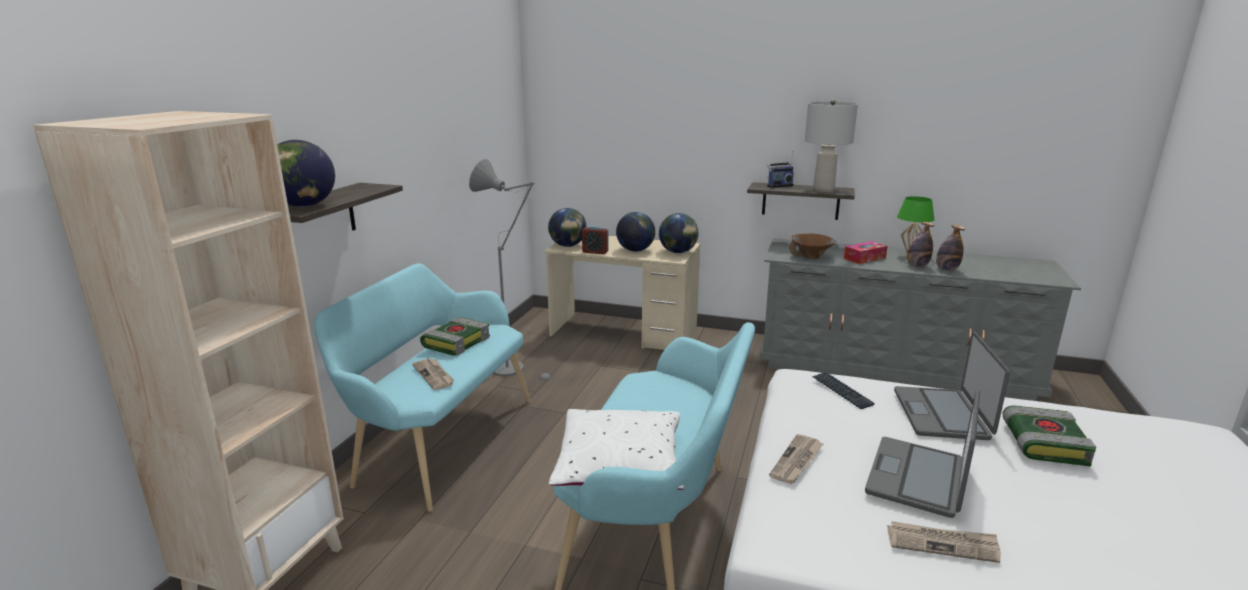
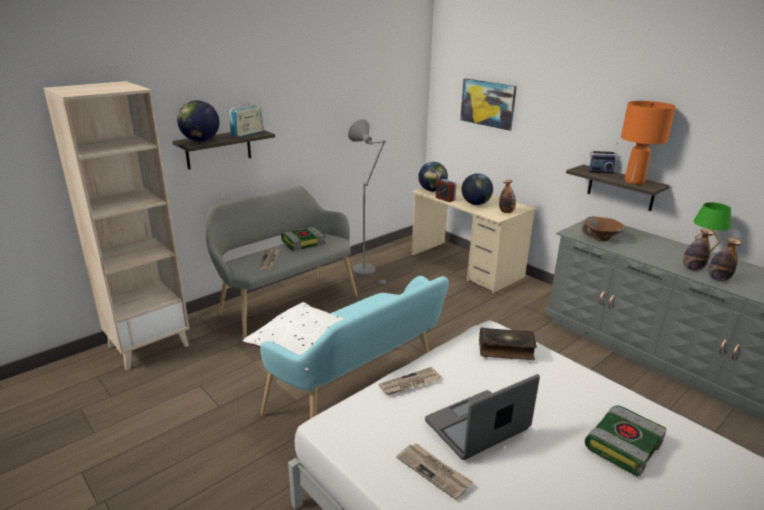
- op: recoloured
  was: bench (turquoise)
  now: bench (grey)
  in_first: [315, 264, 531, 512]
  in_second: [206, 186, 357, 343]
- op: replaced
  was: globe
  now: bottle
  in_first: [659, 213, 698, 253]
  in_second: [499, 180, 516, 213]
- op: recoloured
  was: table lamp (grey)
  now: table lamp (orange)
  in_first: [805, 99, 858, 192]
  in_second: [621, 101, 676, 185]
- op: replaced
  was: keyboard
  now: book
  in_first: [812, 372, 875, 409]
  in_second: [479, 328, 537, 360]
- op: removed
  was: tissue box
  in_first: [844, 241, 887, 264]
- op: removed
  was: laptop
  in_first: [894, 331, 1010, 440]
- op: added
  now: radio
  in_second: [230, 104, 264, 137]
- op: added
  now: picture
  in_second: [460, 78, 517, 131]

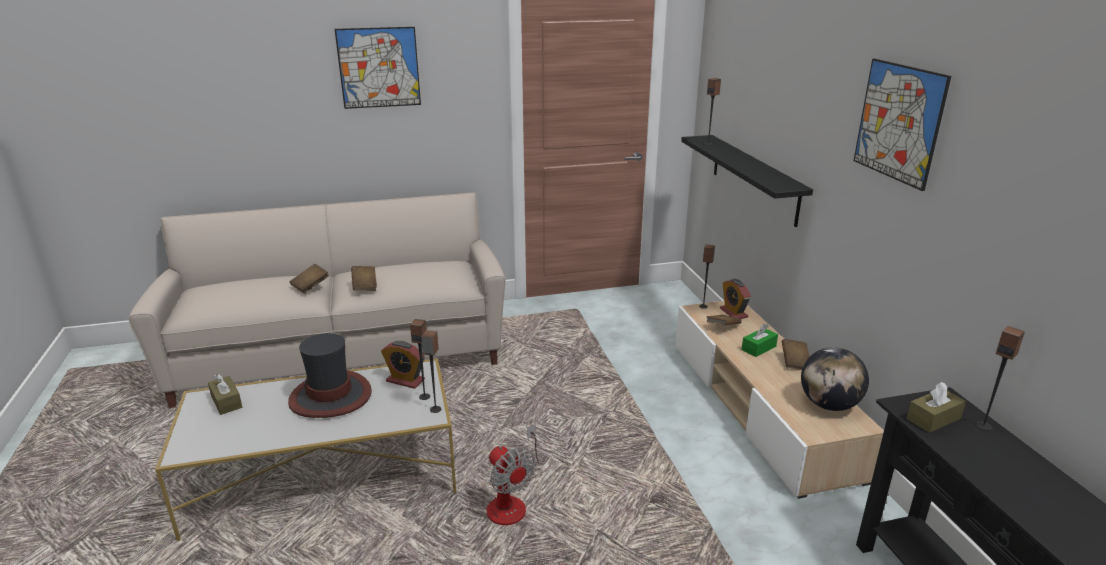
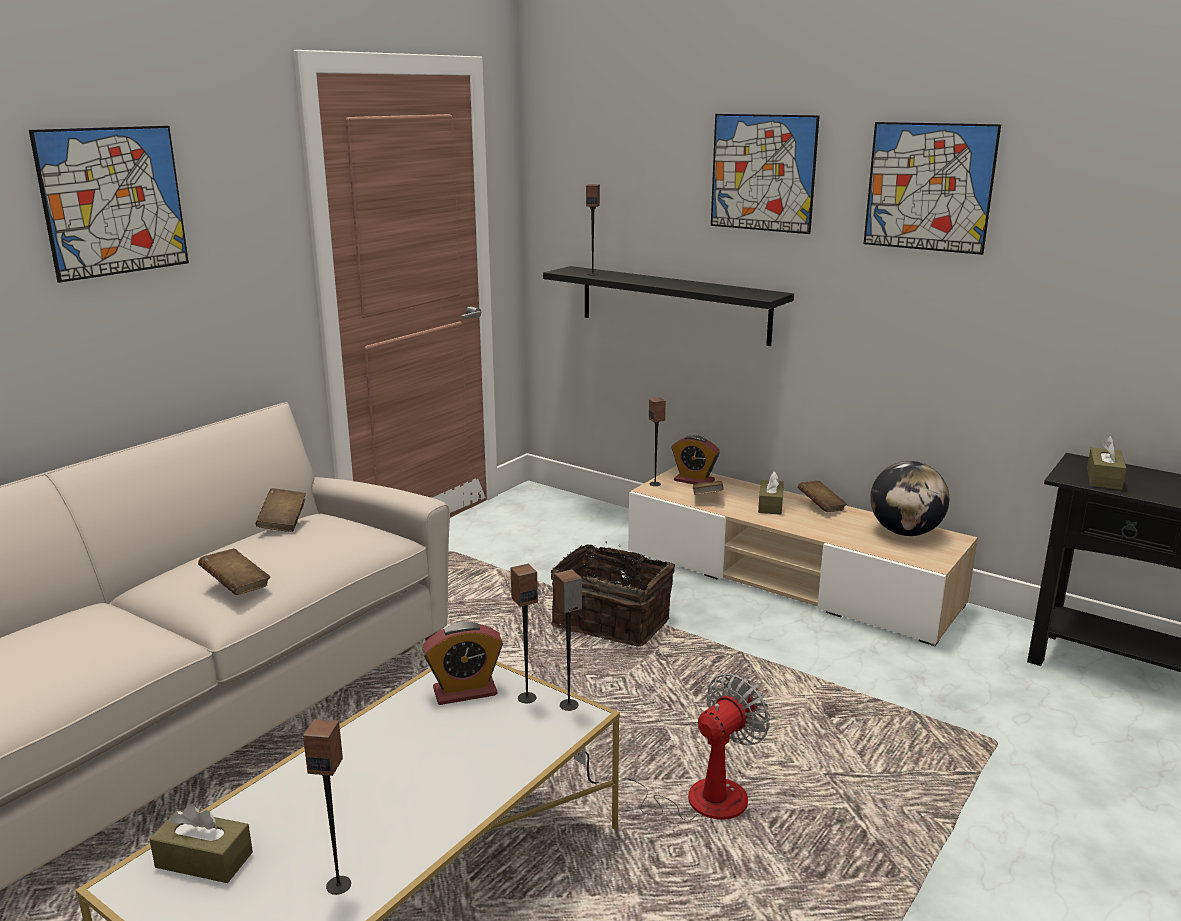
- op: removed
  was: hat
  in_first: [288, 333, 372, 418]
- op: moved
  was: book (brown)
  in_first: [290, 264, 329, 294]
  in_second: [256, 488, 306, 532]
- op: turned
  was: fan
  in_first: [487, 424, 539, 525]
  in_second: [574, 673, 770, 821]
  clockwise: -60
- op: recoloured
  was: tissue box (green)
  now: tissue box (brown)
  in_first: [742, 324, 778, 357]
  in_second: [758, 472, 784, 515]
- op: moved
  was: speaker
  in_first: [976, 326, 1025, 431]
  in_second: [303, 719, 351, 895]
- op: added
  now: basket
  in_second: [551, 541, 675, 646]
- op: added
  now: picture
  in_second: [711, 114, 820, 234]

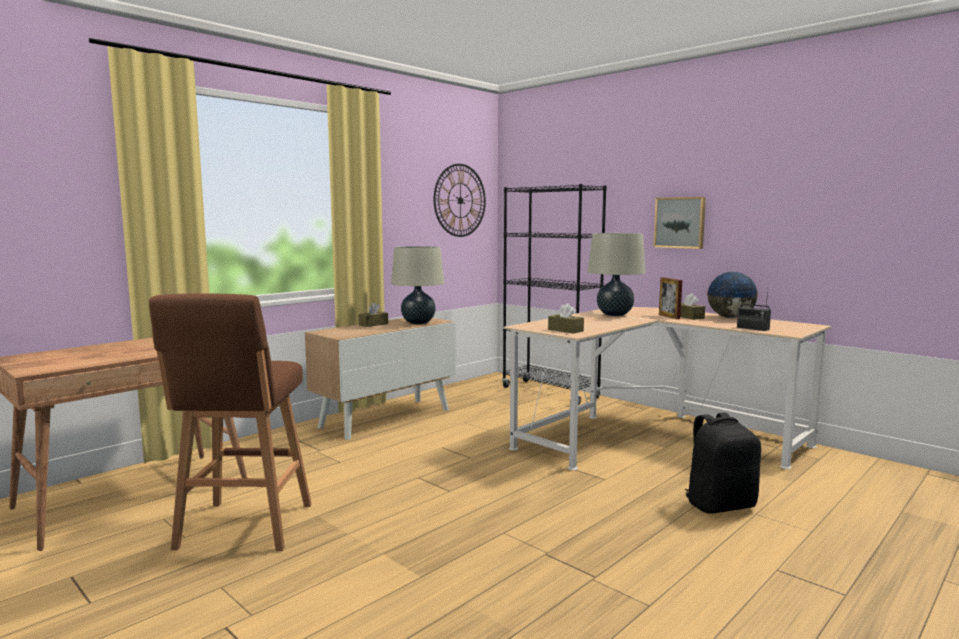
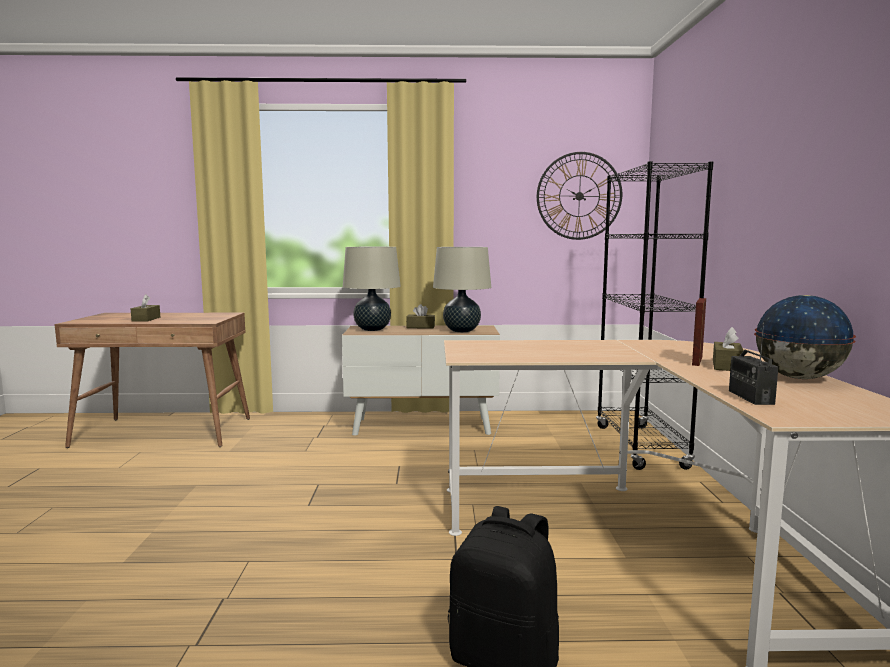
- op: removed
  was: stool (brown)
  in_first: [149, 294, 312, 551]
- op: moved
  was: tissue box (brown)
  in_first: [548, 303, 584, 333]
  in_second: [131, 294, 160, 322]
- op: moved
  was: table lamp (beige)
  in_first: [588, 233, 645, 316]
  in_second: [343, 247, 401, 331]
- op: removed
  was: picture
  in_first: [654, 197, 706, 249]

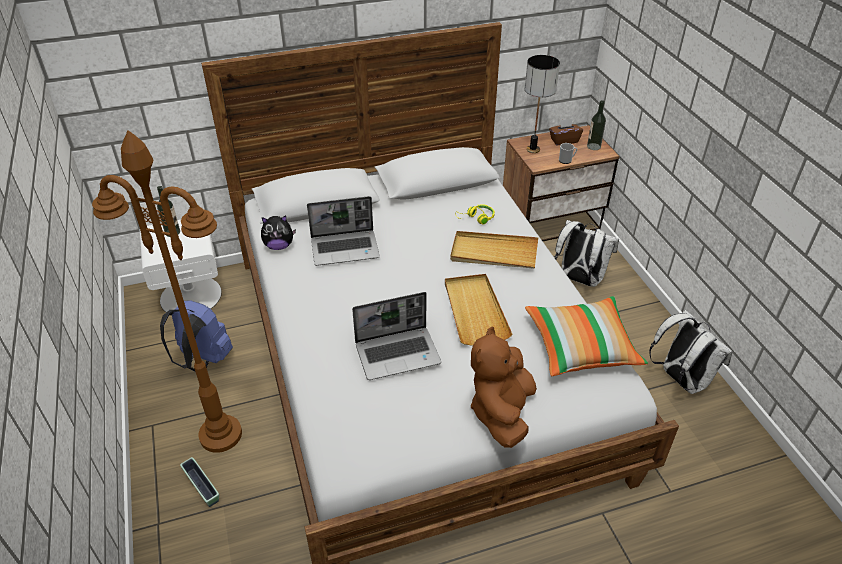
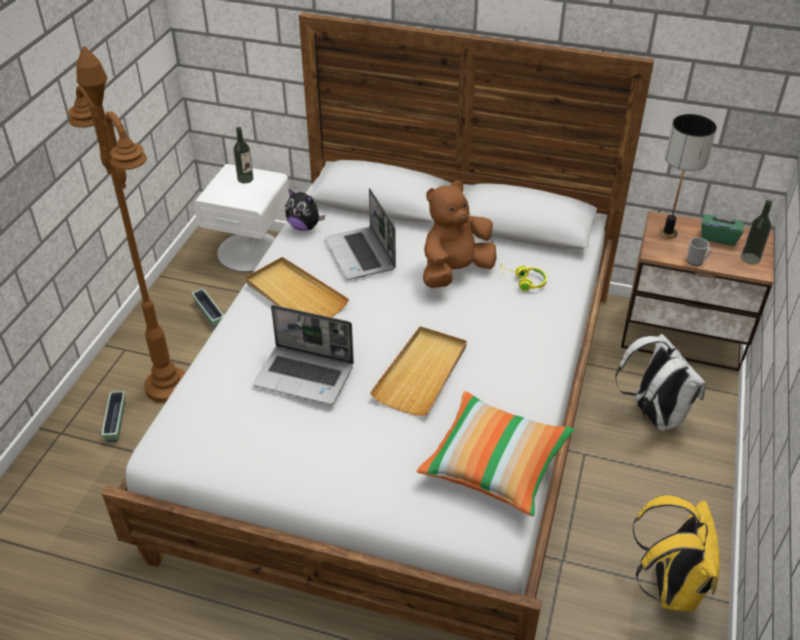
- op: replaced
  was: backpack (blue)
  now: planter
  in_first: [160, 300, 233, 371]
  in_second: [192, 289, 224, 328]
- op: turned
  was: laptop
  in_first: [307, 196, 380, 266]
  in_second: [325, 188, 396, 280]
  clockwise: 45
- op: moved
  was: tray (beige)
  in_first: [450, 231, 539, 269]
  in_second: [245, 257, 349, 317]
- op: moved
  was: plush toy (brown)
  in_first: [471, 326, 537, 448]
  in_second: [423, 181, 497, 288]
- op: recoloured
  was: tissue box (brown)
  now: tissue box (green)
  in_first: [549, 119, 583, 145]
  in_second: [701, 208, 744, 246]
- op: recoloured
  was: backpack (white)
  now: backpack (yellow)
  in_first: [649, 310, 733, 394]
  in_second: [633, 495, 720, 611]

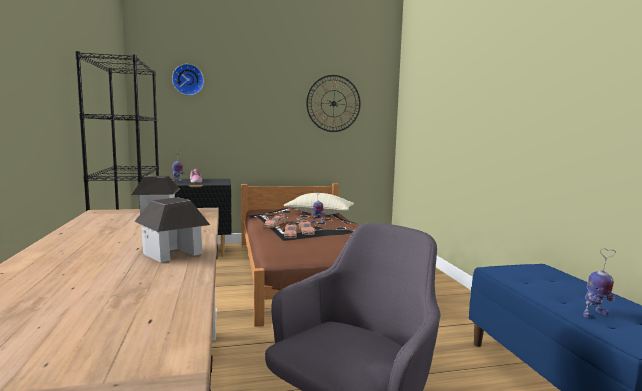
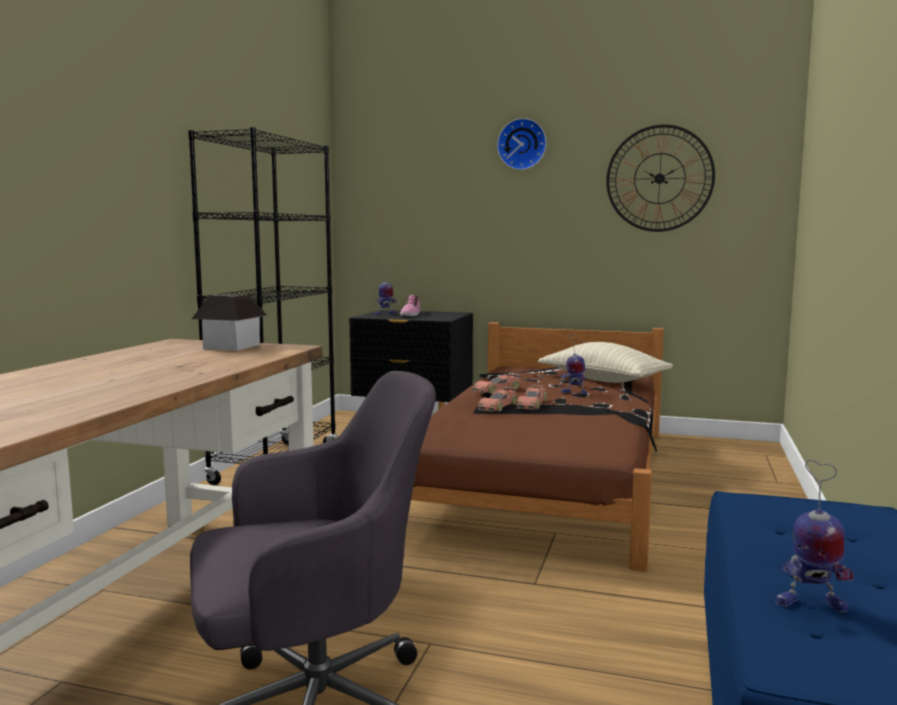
- op: removed
  was: toy house
  in_first: [134, 197, 210, 262]
- op: moved
  was: wall clock
  in_first: [172, 64, 204, 95]
  in_second: [497, 118, 547, 170]

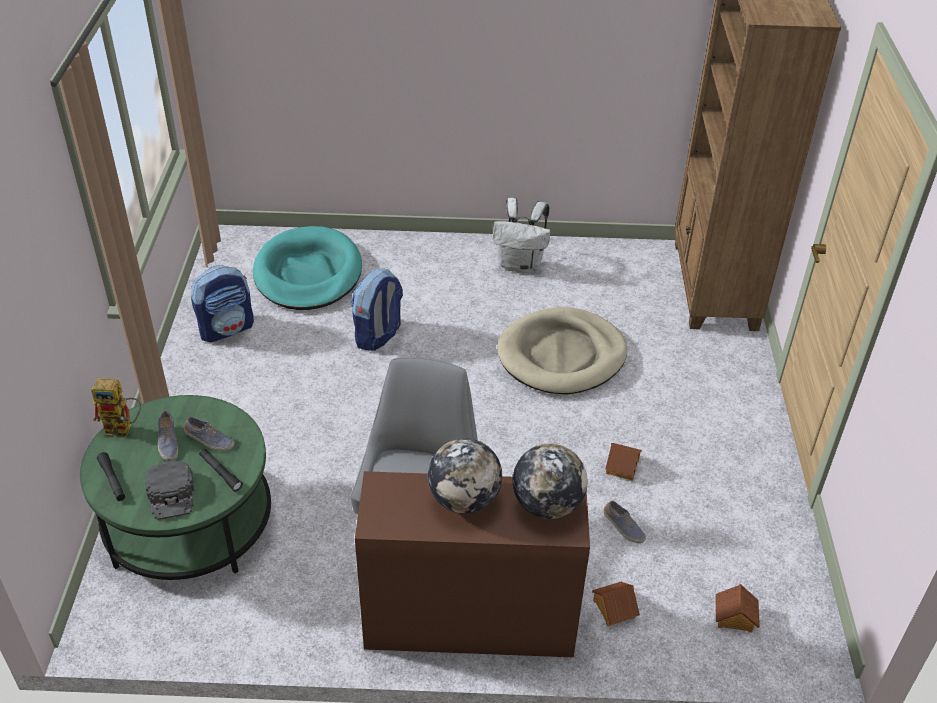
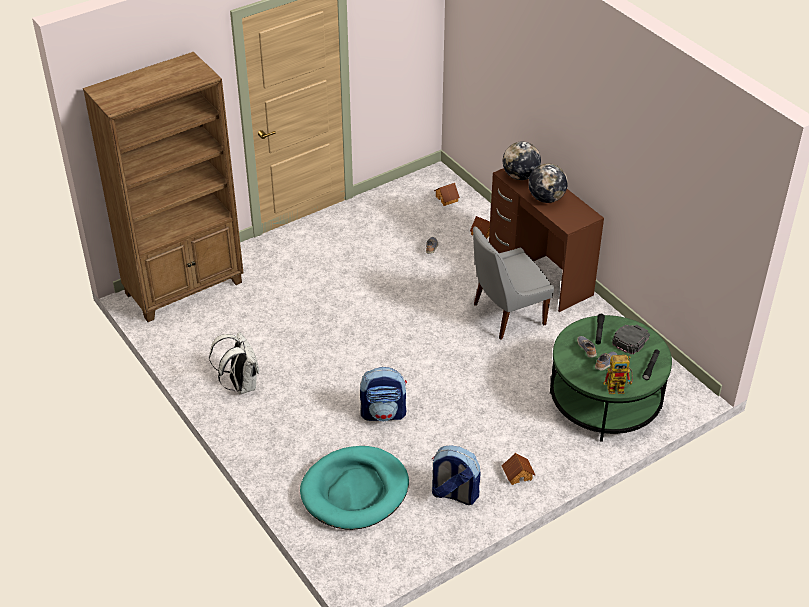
- op: turned
  was: toy robot
  in_first: [91, 379, 141, 437]
  in_second: [603, 355, 633, 394]
  clockwise: 120
- op: removed
  was: dog bed (beige)
  in_first: [497, 307, 628, 394]
- op: moved
  was: toy house
  in_first: [606, 443, 642, 481]
  in_second: [501, 453, 535, 485]

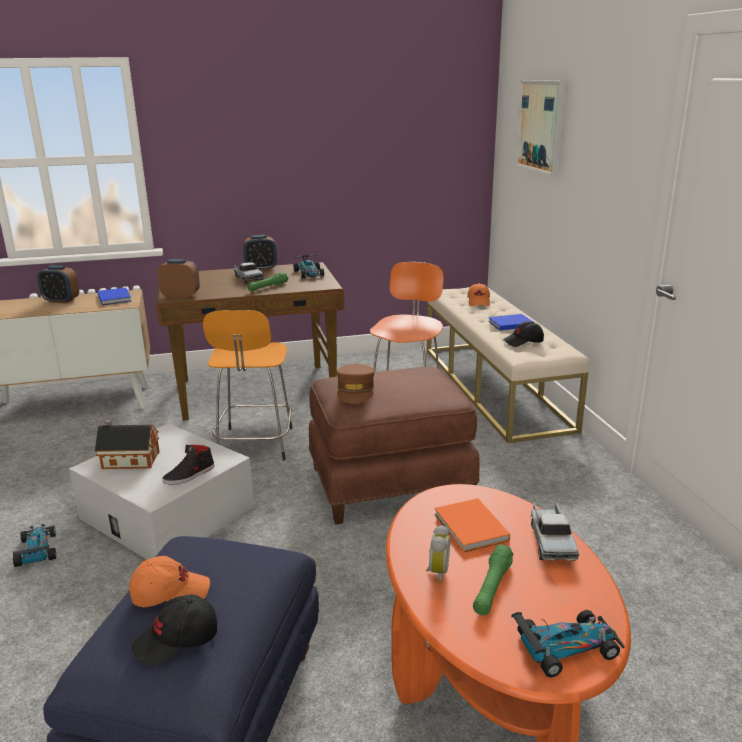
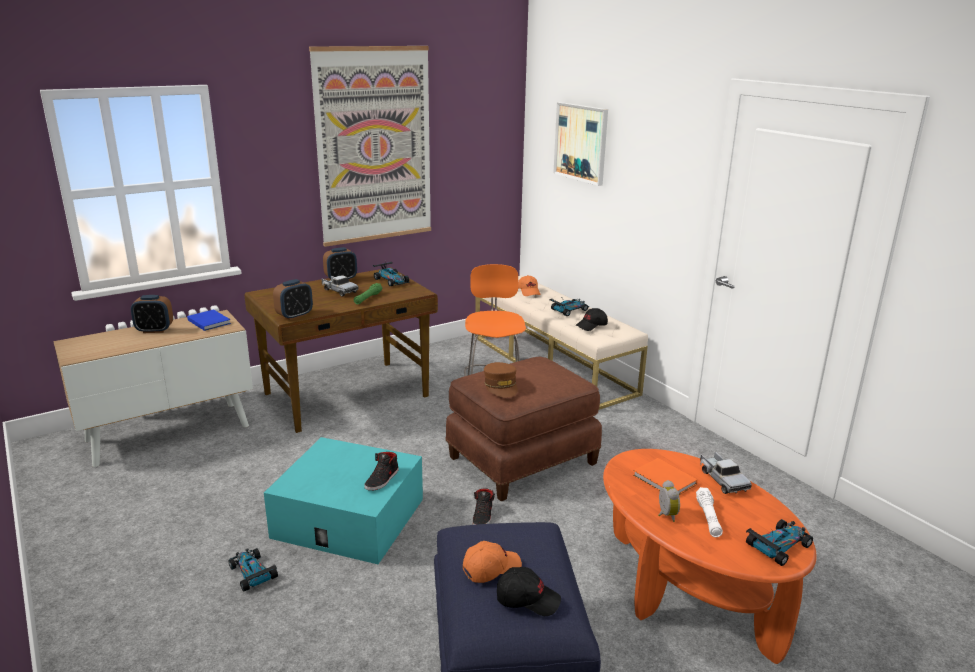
- op: recoloured
  was: storage box (white)
  now: storage box (turquoise)
  in_first: [69, 423, 254, 559]
  in_second: [264, 437, 423, 564]
- op: removed
  was: toy house
  in_first: [95, 419, 160, 469]
- op: turned
  was: cap (black)
  in_first: [132, 594, 217, 666]
  in_second: [497, 567, 561, 616]
  clockwise: -120
- op: turned
  was: alarm clock
  in_first: [157, 259, 200, 299]
  in_second: [273, 279, 313, 320]
  clockwise: 150
- op: removed
  was: stool (orange)
  in_first: [203, 310, 293, 460]
- op: recoloured
  was: flashlight (green)
  now: flashlight (white)
  in_first: [473, 544, 513, 615]
  in_second: [696, 487, 723, 537]
- op: replaced
  was: book (blue)
  now: toy car
  in_first: [488, 314, 533, 330]
  in_second: [549, 299, 589, 316]
- op: added
  now: picture
  in_second: [309, 46, 431, 247]
- op: added
  now: shoe (black)
  in_second: [472, 488, 495, 525]

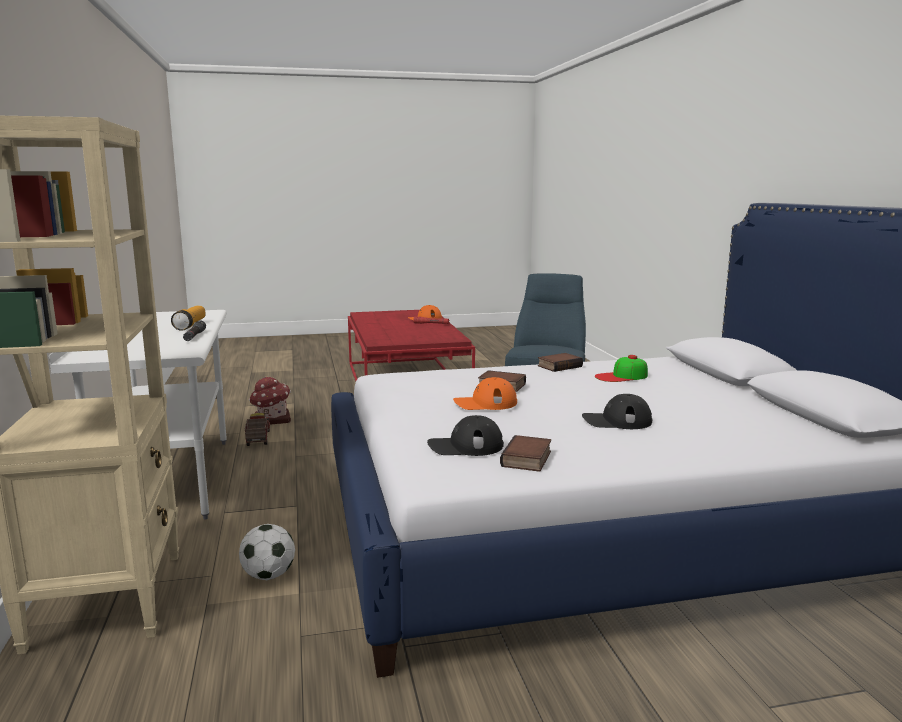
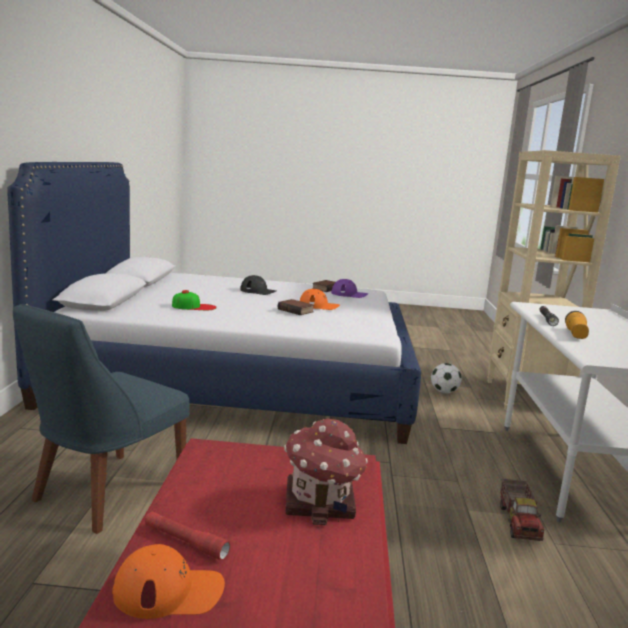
- op: moved
  was: toy house
  in_first: [249, 377, 291, 425]
  in_second: [284, 418, 368, 525]
- op: recoloured
  was: cap (black)
  now: cap (purple)
  in_first: [427, 415, 504, 456]
  in_second: [331, 279, 368, 298]
- op: removed
  was: book
  in_first: [538, 353, 583, 372]

